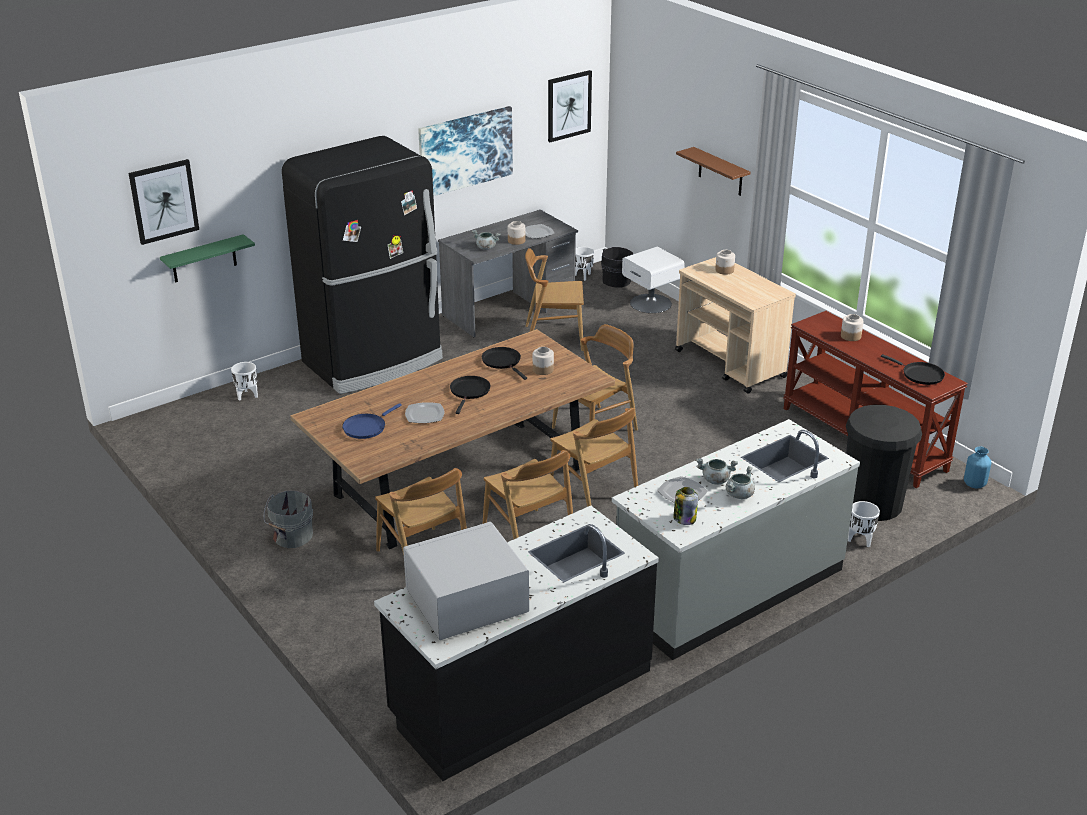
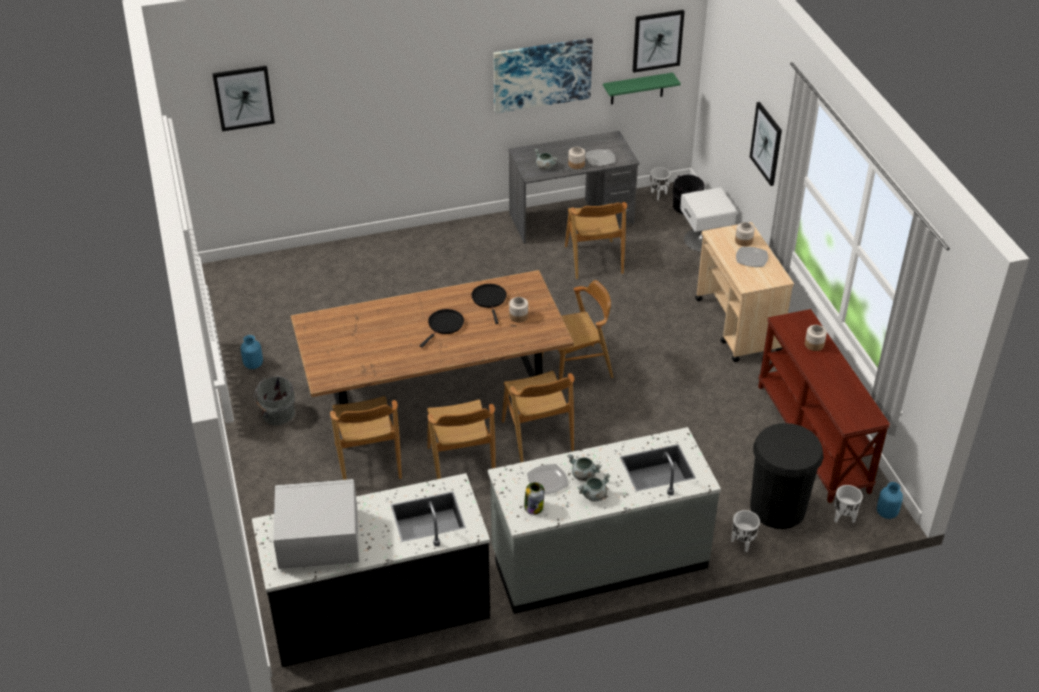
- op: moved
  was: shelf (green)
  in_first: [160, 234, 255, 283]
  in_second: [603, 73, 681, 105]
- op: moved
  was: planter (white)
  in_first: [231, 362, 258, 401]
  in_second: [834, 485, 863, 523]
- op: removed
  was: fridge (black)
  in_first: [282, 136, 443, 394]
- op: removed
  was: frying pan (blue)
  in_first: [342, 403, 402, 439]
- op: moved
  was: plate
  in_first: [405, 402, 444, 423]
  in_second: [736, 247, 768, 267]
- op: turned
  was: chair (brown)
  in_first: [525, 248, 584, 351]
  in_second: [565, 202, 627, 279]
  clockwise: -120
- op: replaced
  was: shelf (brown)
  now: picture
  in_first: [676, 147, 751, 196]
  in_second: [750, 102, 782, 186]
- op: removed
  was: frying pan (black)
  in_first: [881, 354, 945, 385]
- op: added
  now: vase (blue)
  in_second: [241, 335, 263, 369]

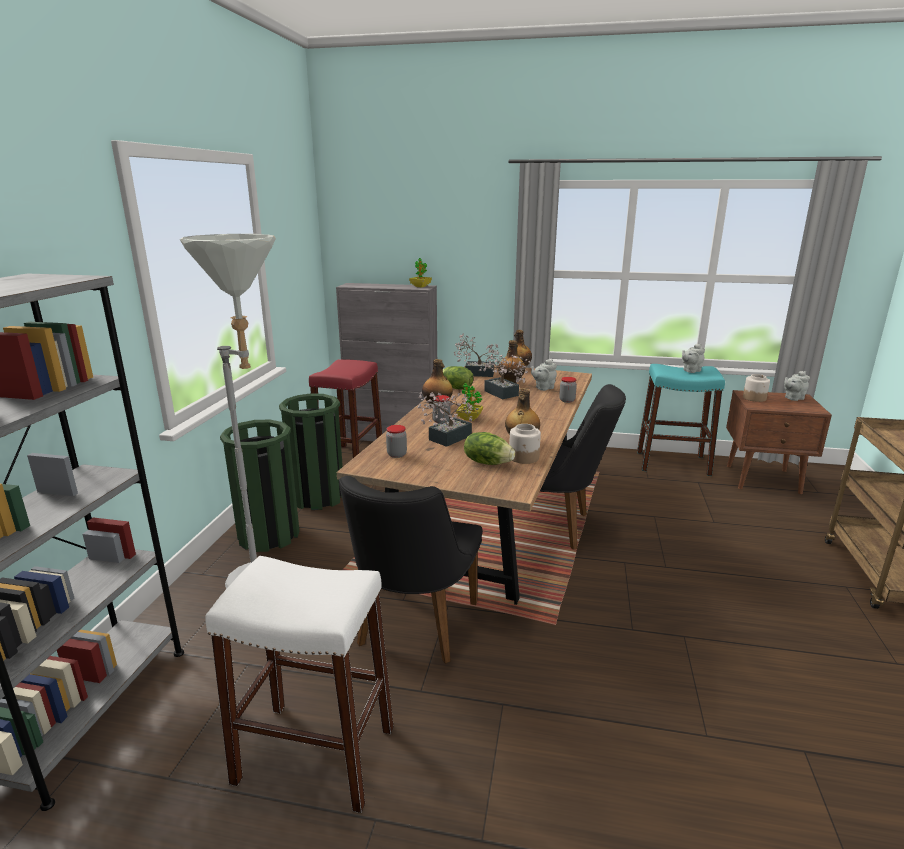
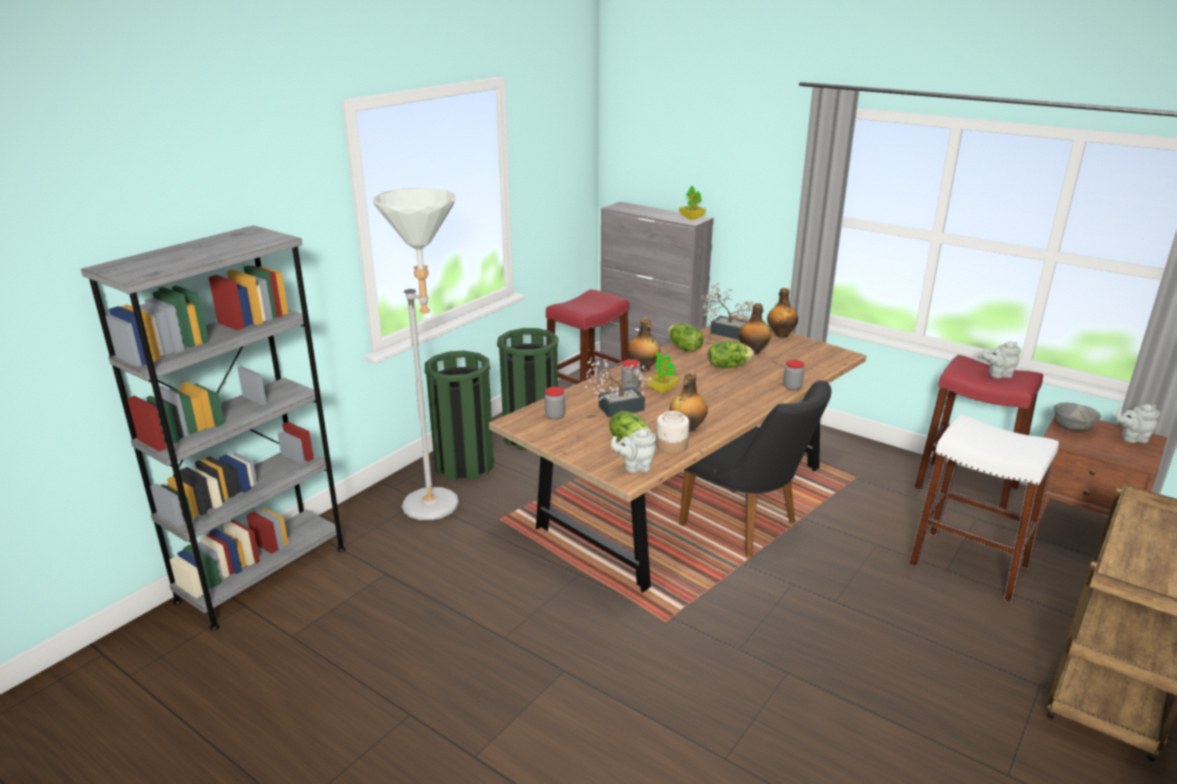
- op: moved
  was: stool (white)
  in_first: [205, 556, 394, 813]
  in_second: [909, 414, 1059, 602]
- op: removed
  was: chair (black)
  in_first: [339, 476, 483, 664]
- op: replaced
  was: potted plant
  now: lettuce
  in_first: [479, 355, 530, 399]
  in_second: [708, 340, 754, 368]
- op: moved
  was: teapot (grey)
  in_first: [531, 359, 557, 391]
  in_second: [611, 429, 657, 473]
- op: recoloured
  was: stool (turquoise)
  now: stool (red)
  in_first: [637, 364, 725, 476]
  in_second: [915, 355, 1043, 510]
- op: replaced
  was: jar
  now: bowl (grey)
  in_first: [743, 374, 770, 402]
  in_second: [1054, 402, 1101, 431]

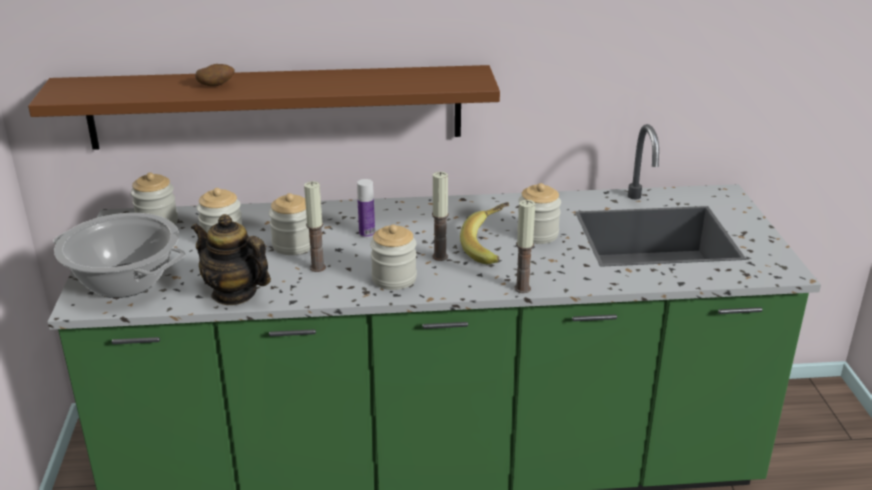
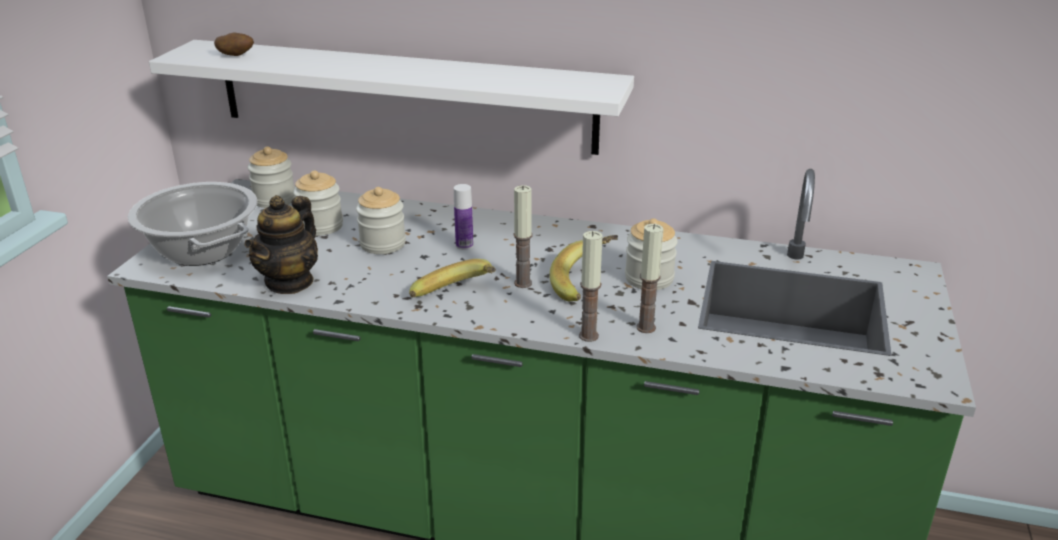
- op: recoloured
  was: shelf (brown)
  now: shelf (white)
  in_first: [28, 65, 500, 150]
  in_second: [149, 40, 634, 155]
- op: turned
  was: teapot
  in_first: [191, 214, 271, 305]
  in_second: [245, 195, 318, 294]
  clockwise: -120
- op: moved
  was: potato
  in_first: [195, 64, 235, 86]
  in_second: [214, 32, 254, 56]
- op: moved
  was: candle
  in_first: [304, 181, 326, 272]
  in_second: [636, 224, 663, 333]
- op: replaced
  was: jar
  now: banana
  in_first: [370, 224, 417, 290]
  in_second: [409, 259, 496, 297]

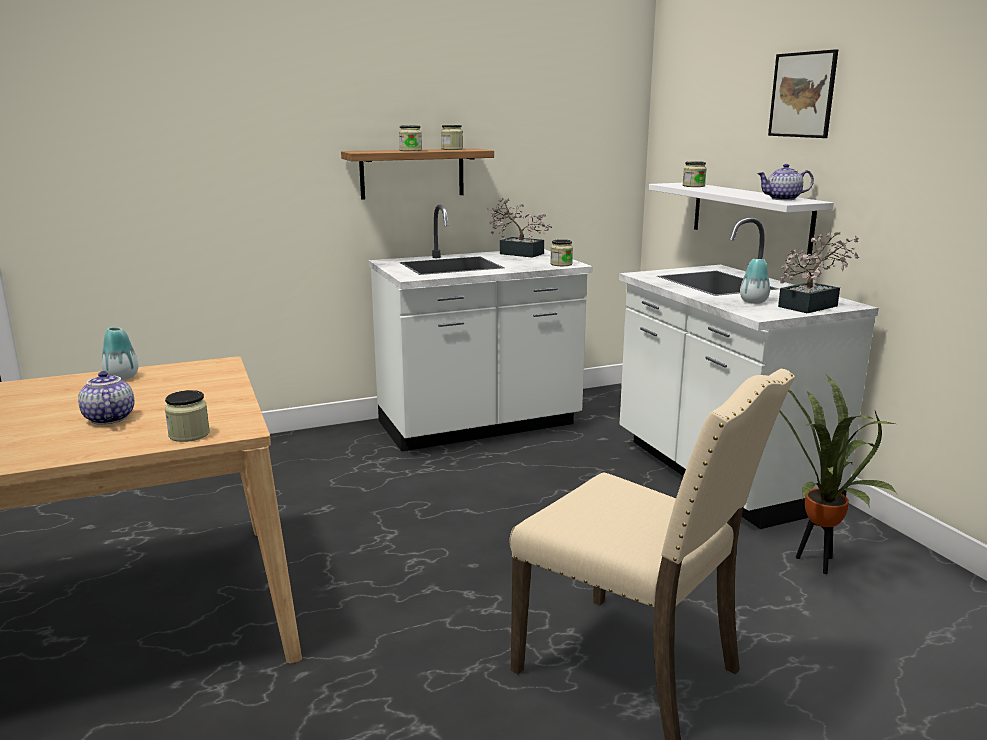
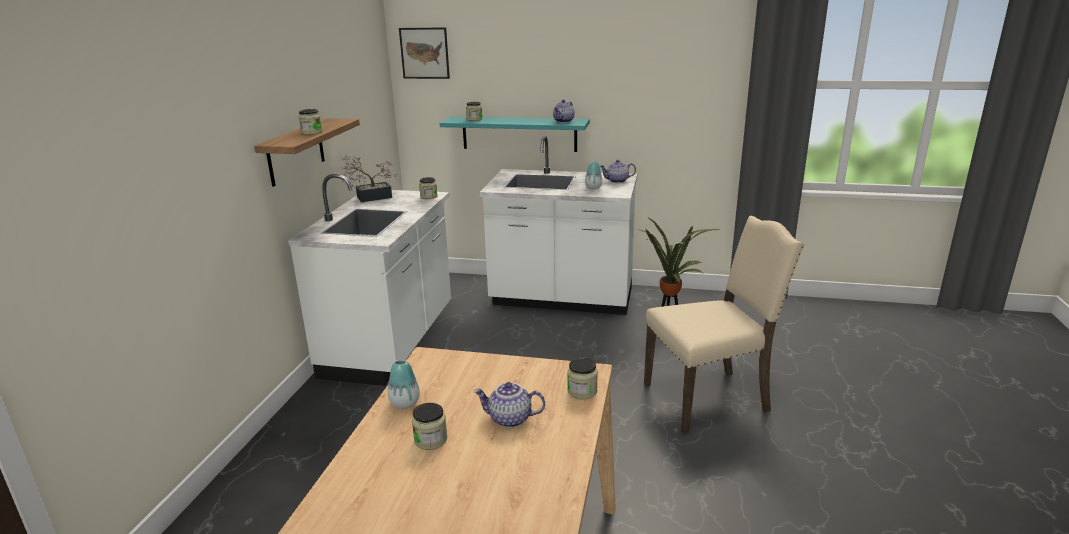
- op: moved
  was: jar
  in_first: [441, 125, 463, 150]
  in_second: [412, 403, 447, 450]
- op: recoloured
  was: shelf (white)
  now: shelf (turquoise)
  in_first: [649, 183, 834, 254]
  in_second: [439, 116, 590, 152]
- op: moved
  was: picture
  in_first: [768, 49, 838, 138]
  in_second: [399, 27, 450, 79]
- op: replaced
  was: potted plant
  now: teapot
  in_first: [778, 231, 859, 313]
  in_second: [600, 160, 636, 183]

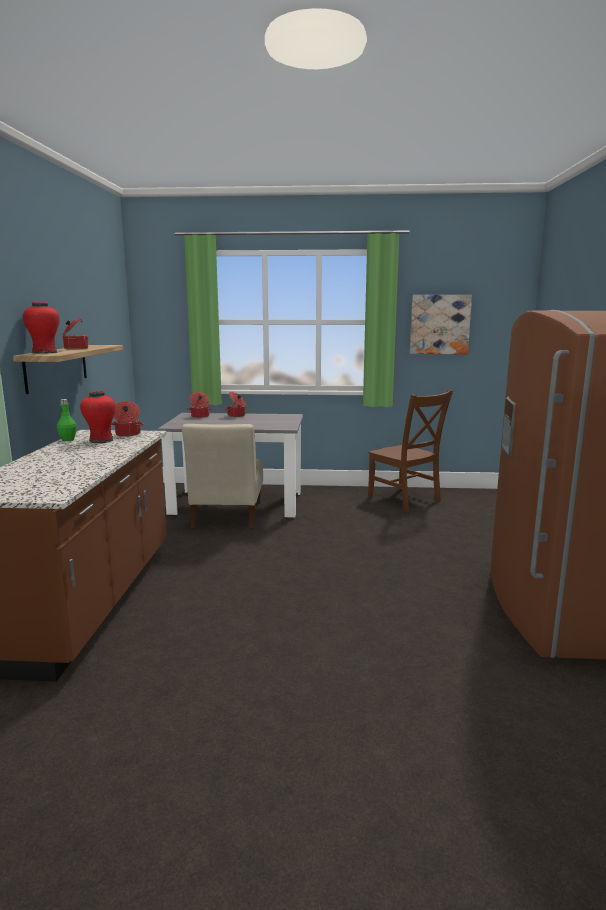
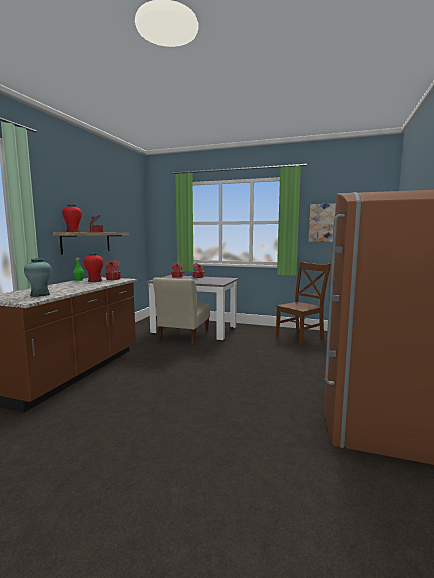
- op: turned
  was: chair (brown)
  in_first: [368, 390, 453, 512]
  in_second: [276, 261, 330, 344]
  clockwise: -105
- op: added
  now: vase (turquoise)
  in_second: [24, 258, 52, 297]

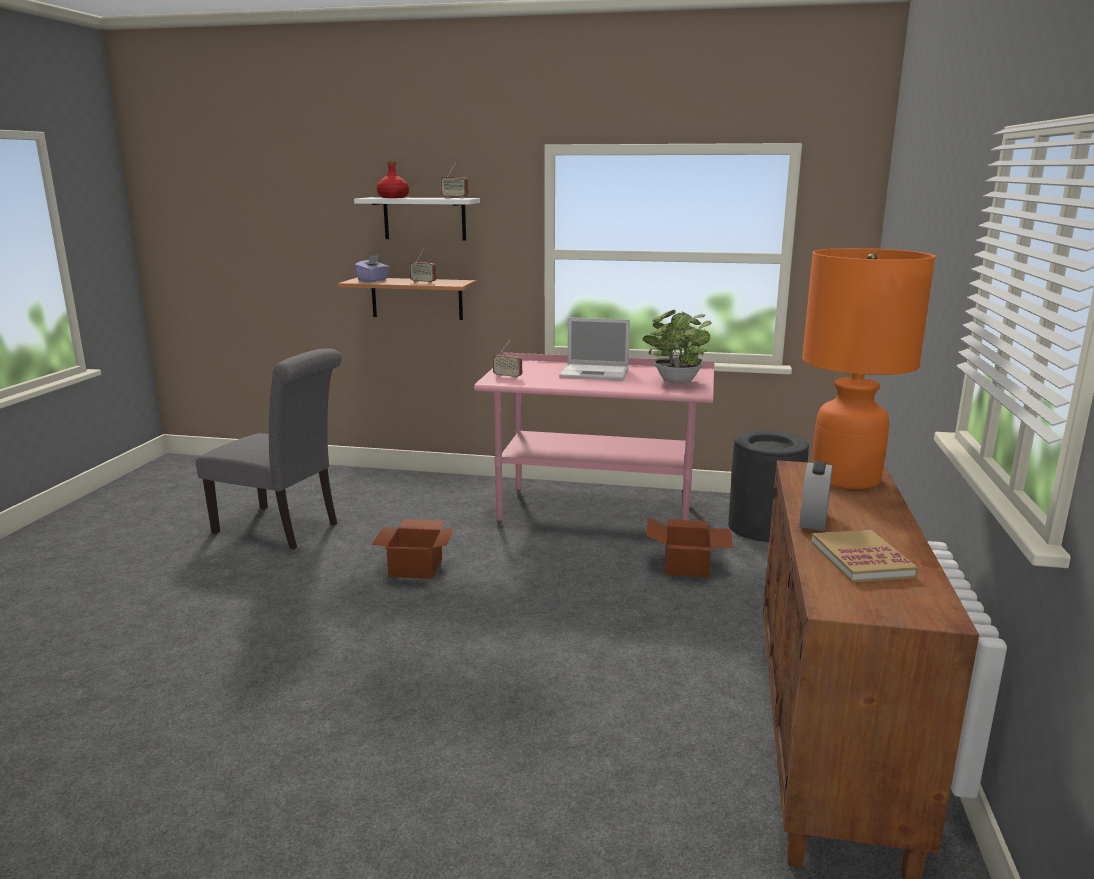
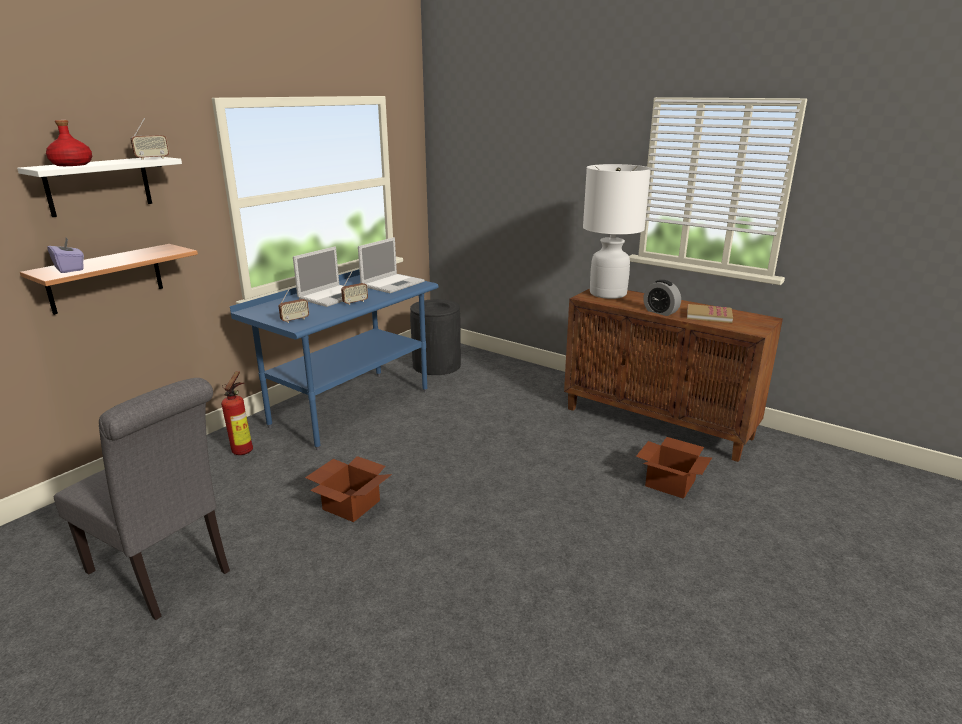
- op: turned
  was: chair (grey)
  in_first: [196, 348, 342, 549]
  in_second: [54, 378, 230, 620]
  clockwise: 75
- op: moved
  was: radio
  in_first: [409, 247, 436, 284]
  in_second: [341, 271, 368, 305]
- op: recoloured
  was: desk (pink)
  now: desk (blue)
  in_first: [474, 352, 715, 525]
  in_second: [230, 269, 439, 450]
- op: replaced
  was: potted plant
  now: laptop
  in_first: [642, 310, 711, 384]
  in_second: [358, 237, 425, 293]
- op: moved
  was: cardboard box
  in_first: [647, 518, 733, 578]
  in_second: [636, 437, 712, 499]
- op: recoloured
  was: table lamp (orange)
  now: table lamp (white)
  in_first: [802, 248, 936, 489]
  in_second: [583, 164, 651, 299]
- op: added
  now: fire extinguisher
  in_second: [221, 371, 253, 455]

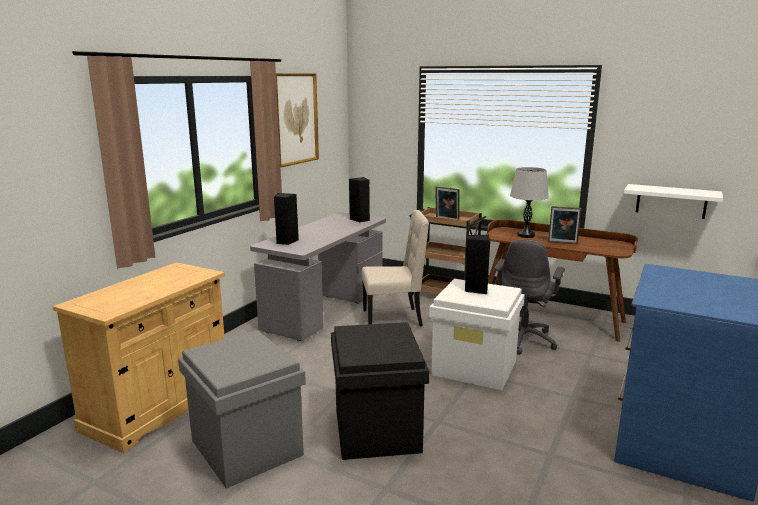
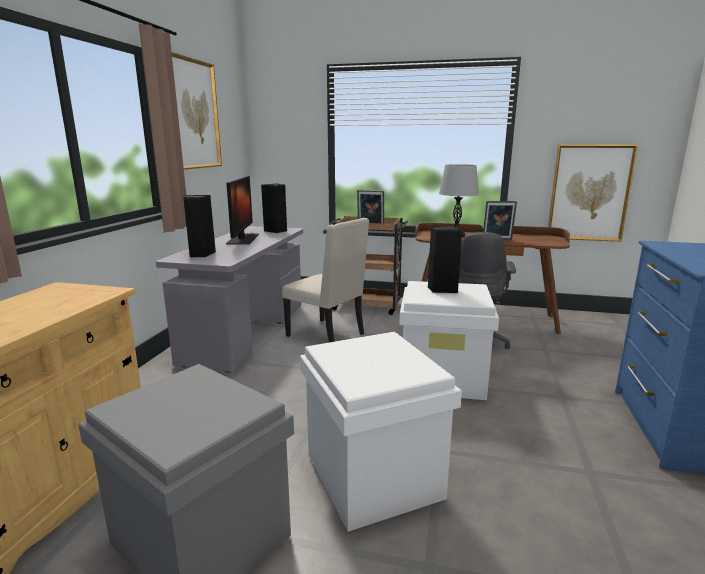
- op: recoloured
  was: storage box (black)
  now: storage box (white)
  in_first: [331, 322, 429, 460]
  in_second: [300, 332, 462, 532]
- op: turned
  was: chair (beige)
  in_first: [361, 210, 429, 326]
  in_second: [282, 218, 369, 342]
  clockwise: 60
- op: replaced
  was: shelf (white)
  now: picture
  in_first: [624, 184, 723, 219]
  in_second: [548, 145, 638, 242]
- op: added
  now: monitor
  in_second: [226, 176, 259, 245]

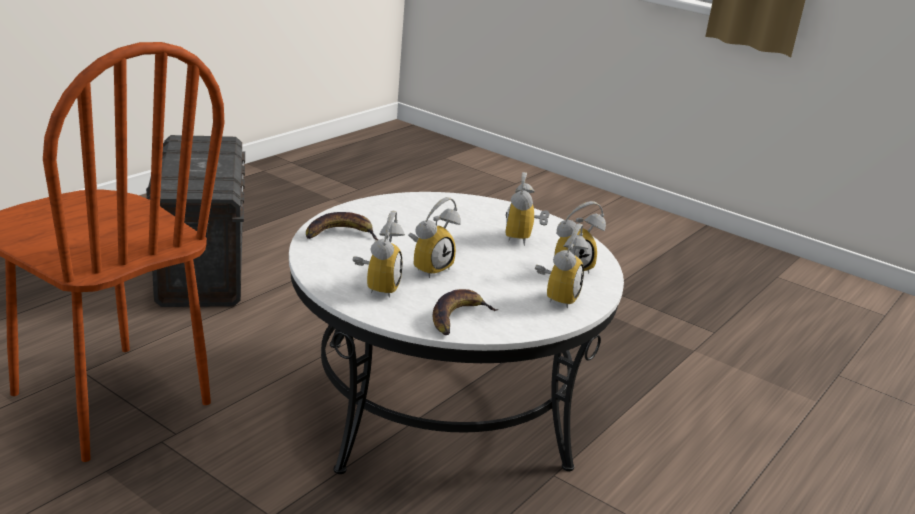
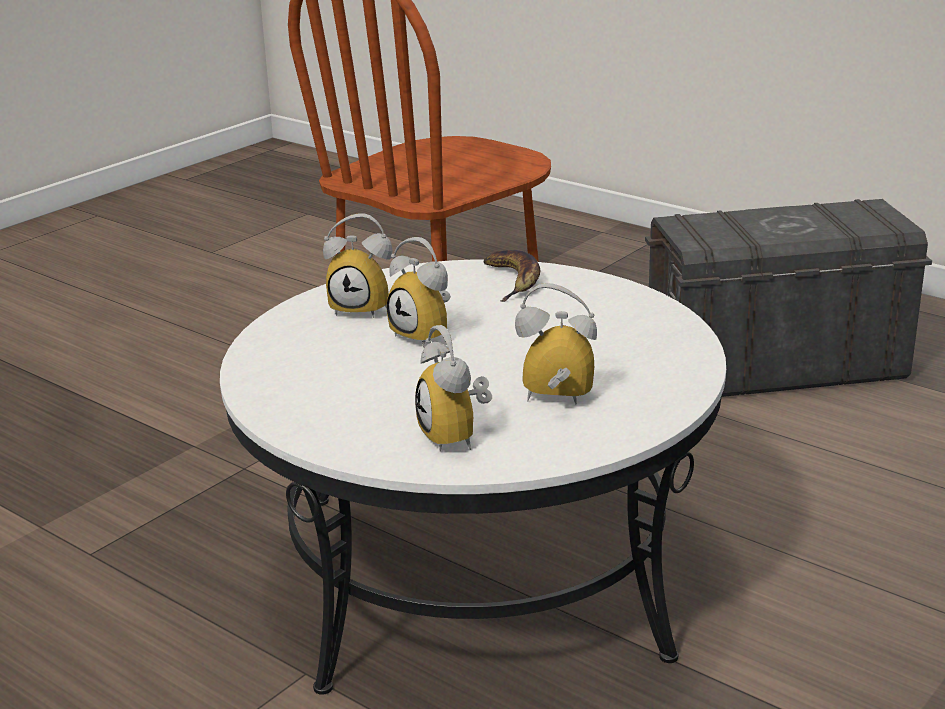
- op: removed
  was: banana
  in_first: [433, 289, 498, 335]
- op: removed
  was: alarm clock
  in_first: [535, 224, 589, 309]

